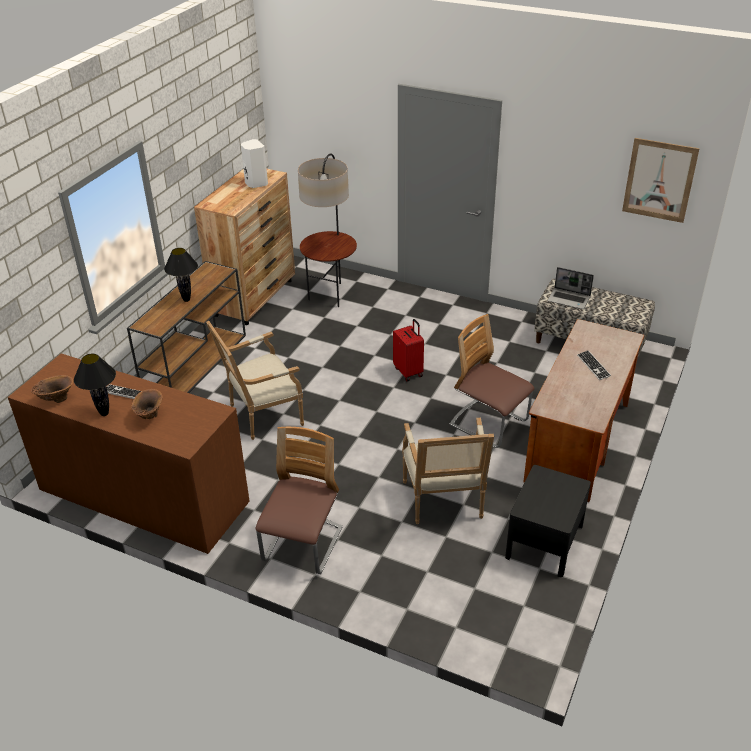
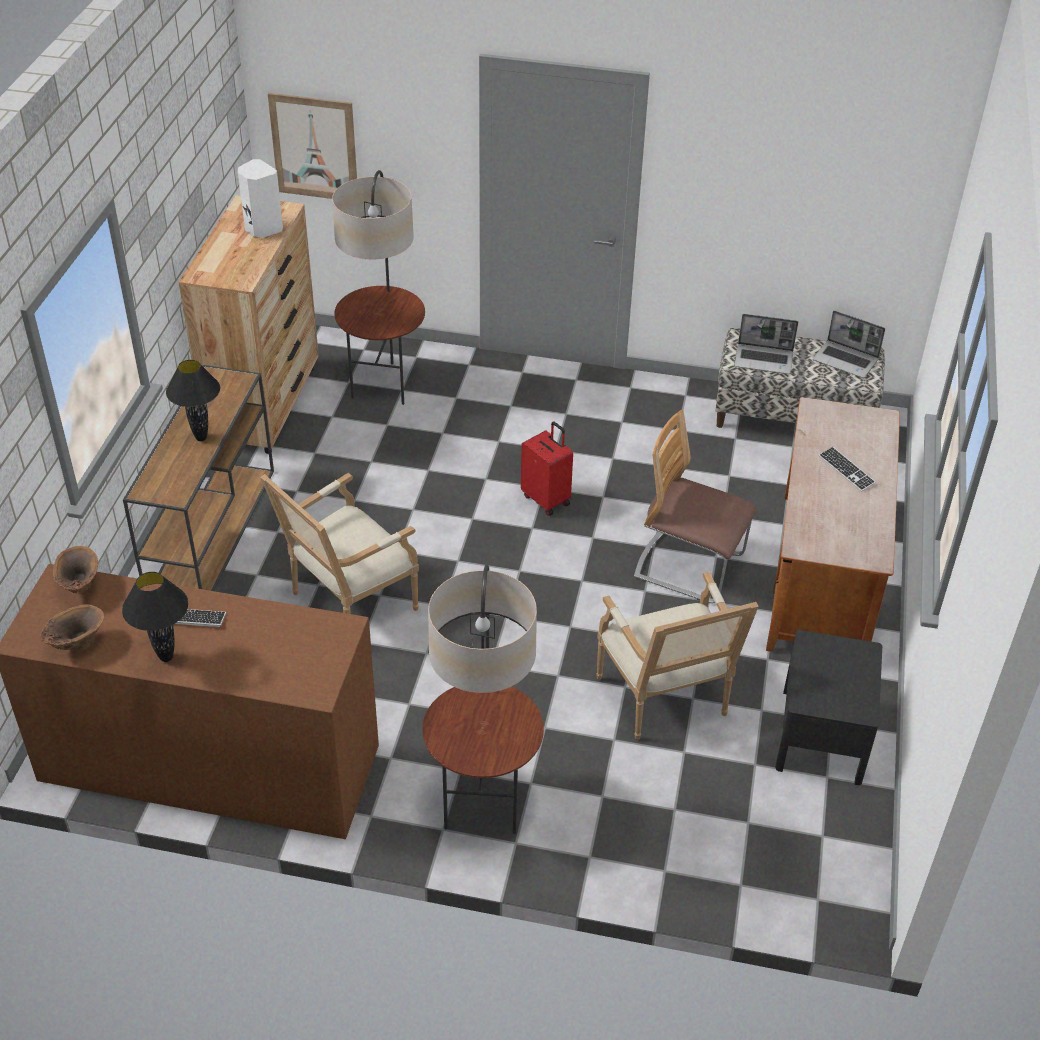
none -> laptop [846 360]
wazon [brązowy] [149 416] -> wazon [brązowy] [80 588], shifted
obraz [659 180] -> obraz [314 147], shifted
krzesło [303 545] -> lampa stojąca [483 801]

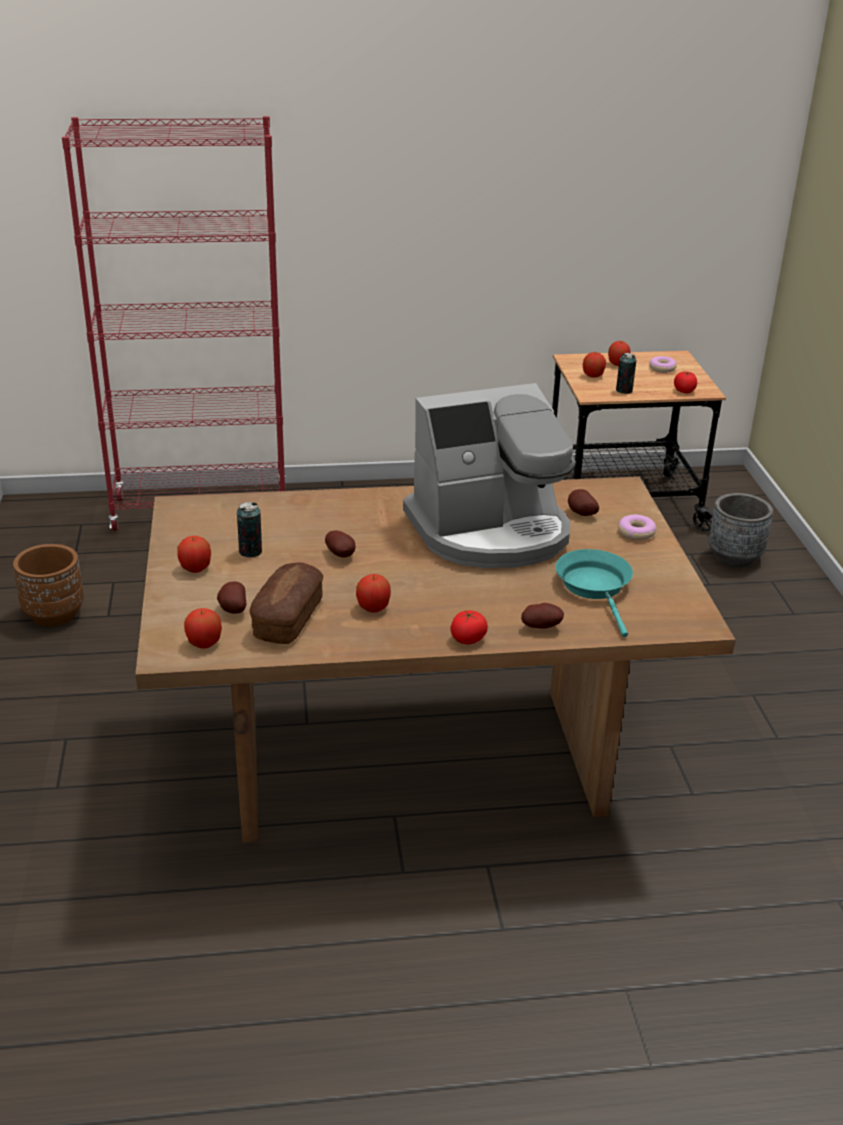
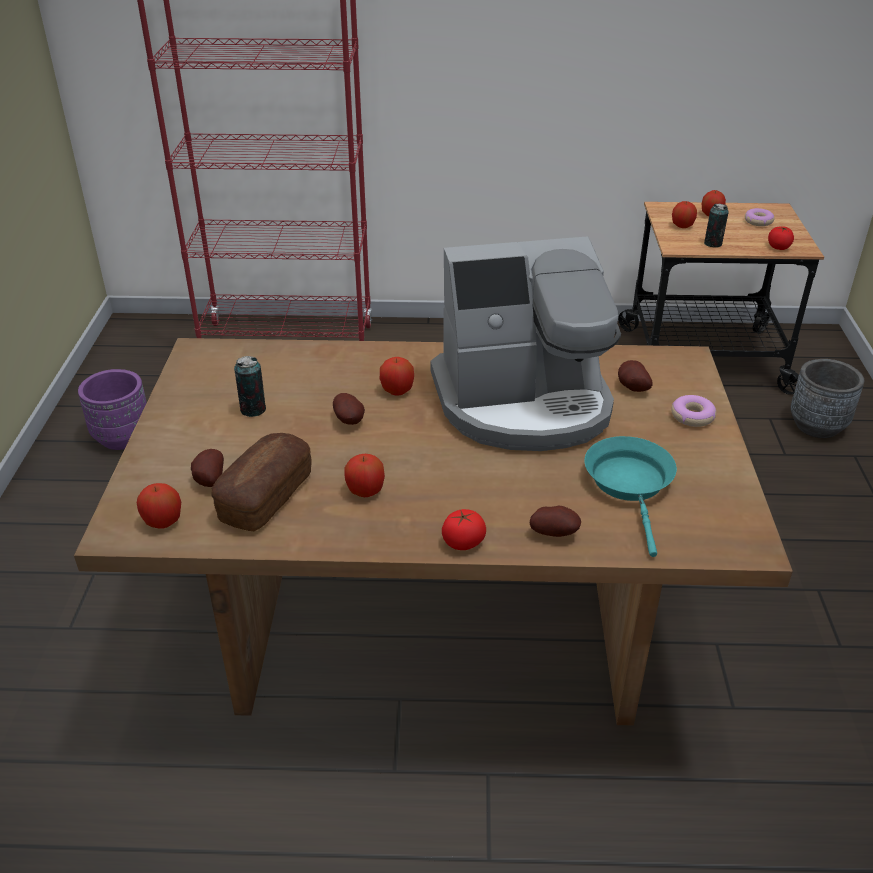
jabłko [195 568] -> jabłko [397 391], shifted
donica [brązowy] [54 614] -> donica [fioletowy] [122 437]

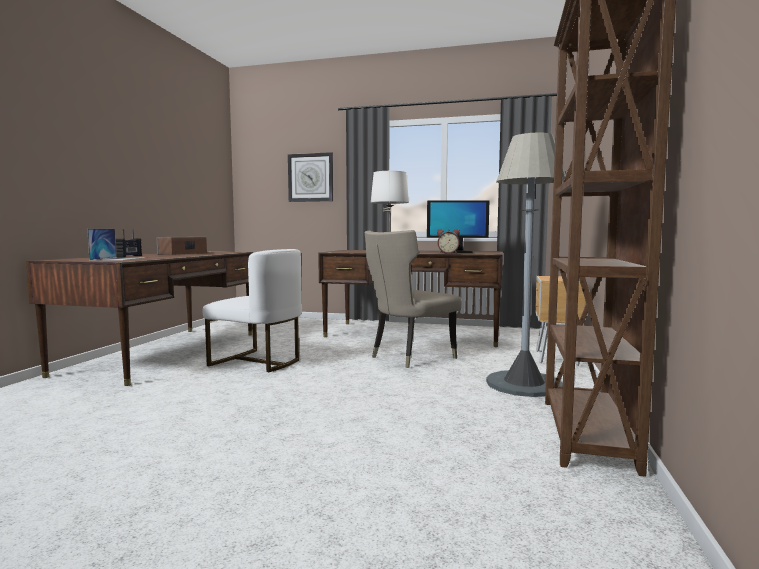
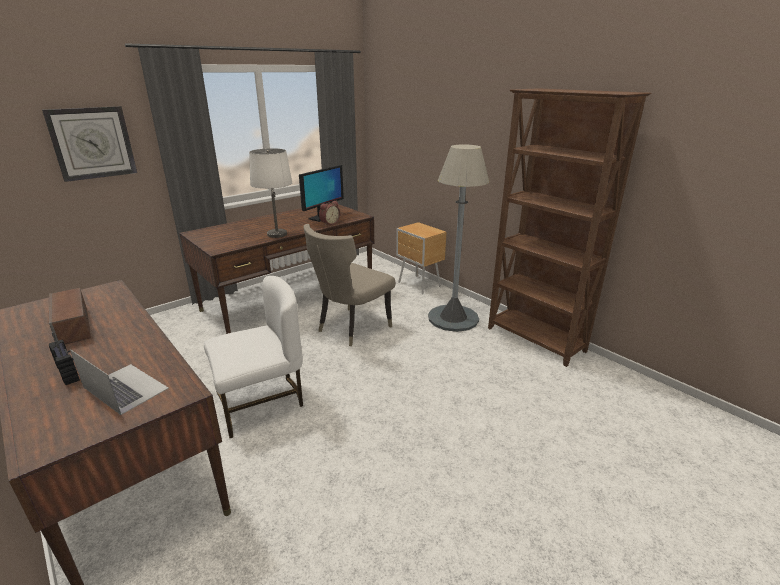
krzesło [beżowy] [409 357] -> krzesło [beżowy] [350 328], 45 degrees clockwise

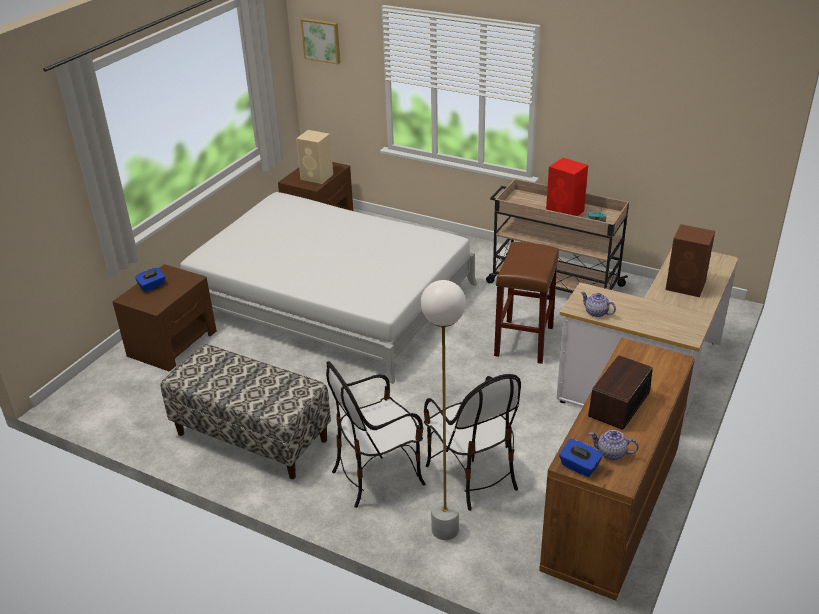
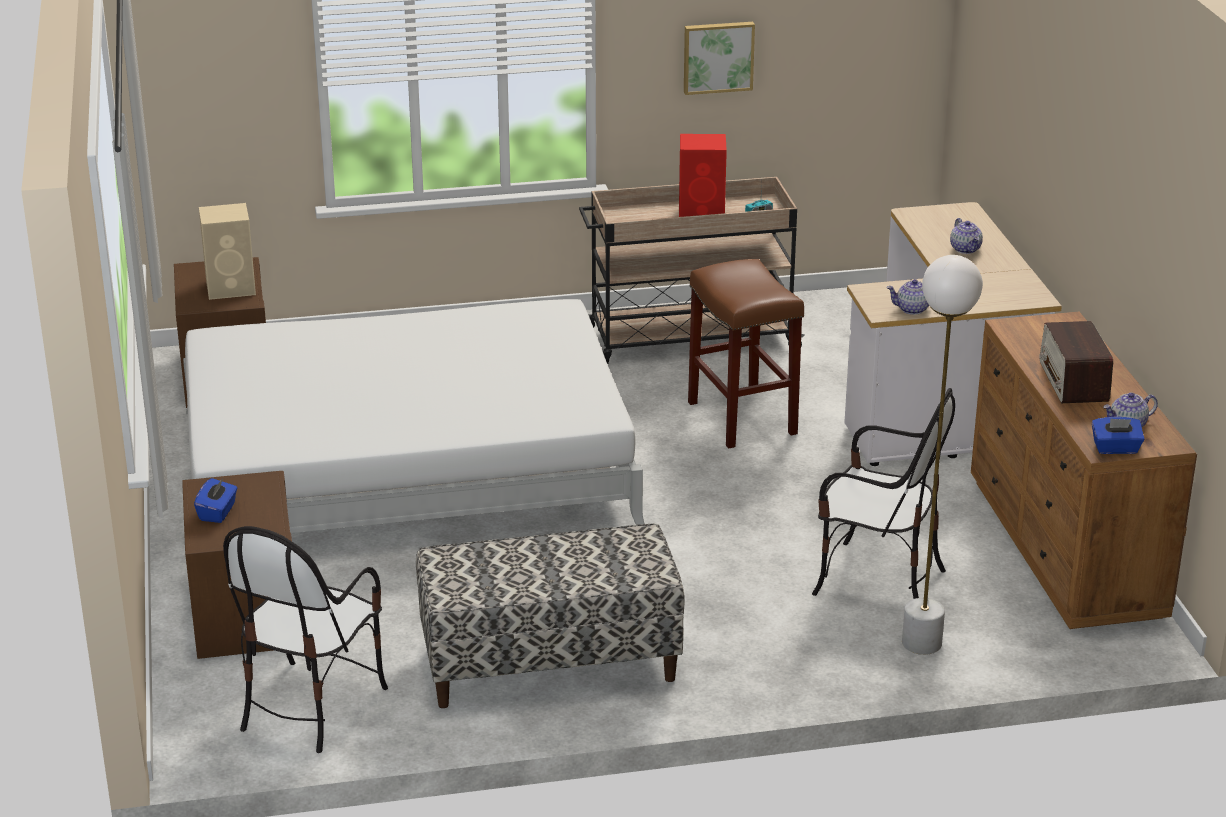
obraz [322 40] -> obraz [718 56], shifted
krzesło [378 475] -> krzesło [311 705], shifted
głośnik [brązowy] [686 286] -> imbryk [966 249]

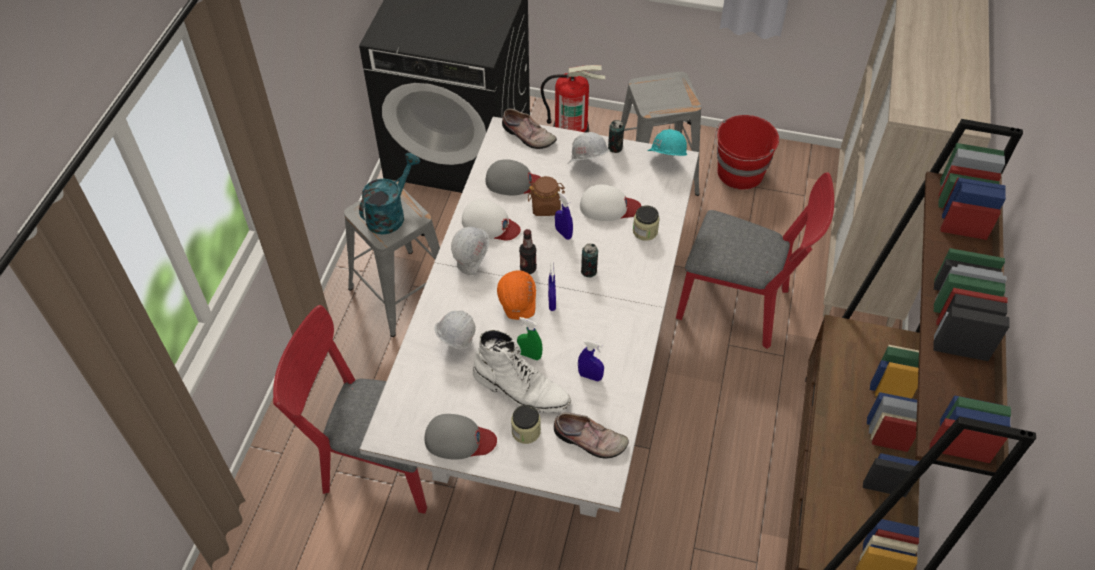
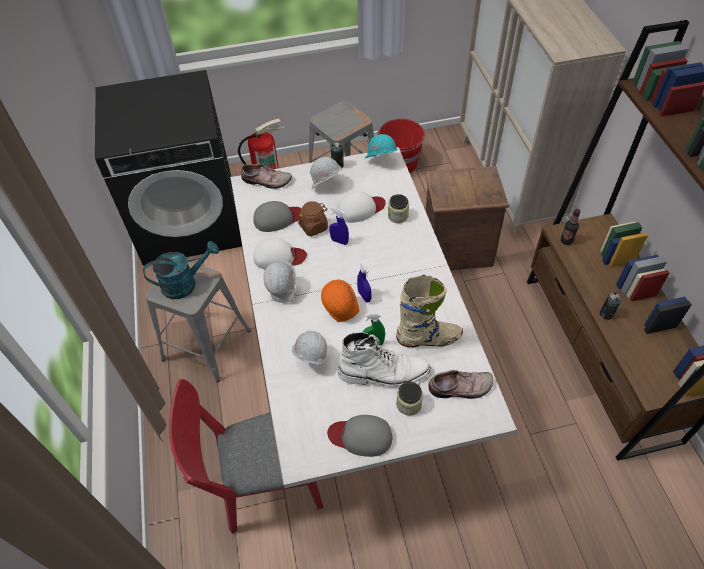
butelka [528 269] -> butelka [566 241], shifted
puszka [589 271] -> puszka [606 314], shifted
spryskiwacz [niebieski] [590 376] -> but z cholewką [beżowy] [428 339]
krzesło [czerwony] [741 307] -> skrzynka [456 251]
konewka [turkusowy] [390 214] -> konewka [turkusowy] [185 283], 60 degrees clockwise
czapka z daszkiem [szary] [459 439] -> czapka z daszkiem [szary] [361 436], 150 degrees counterclockwise

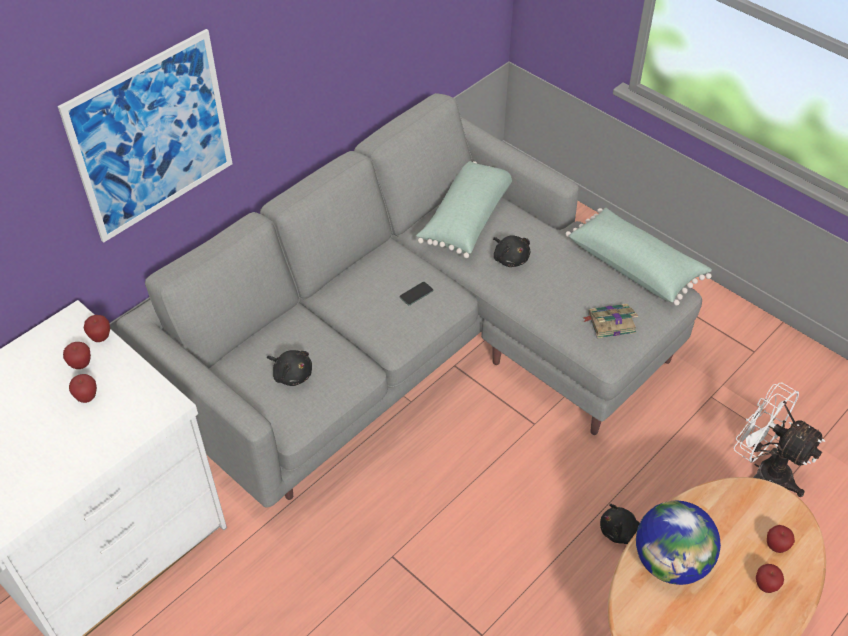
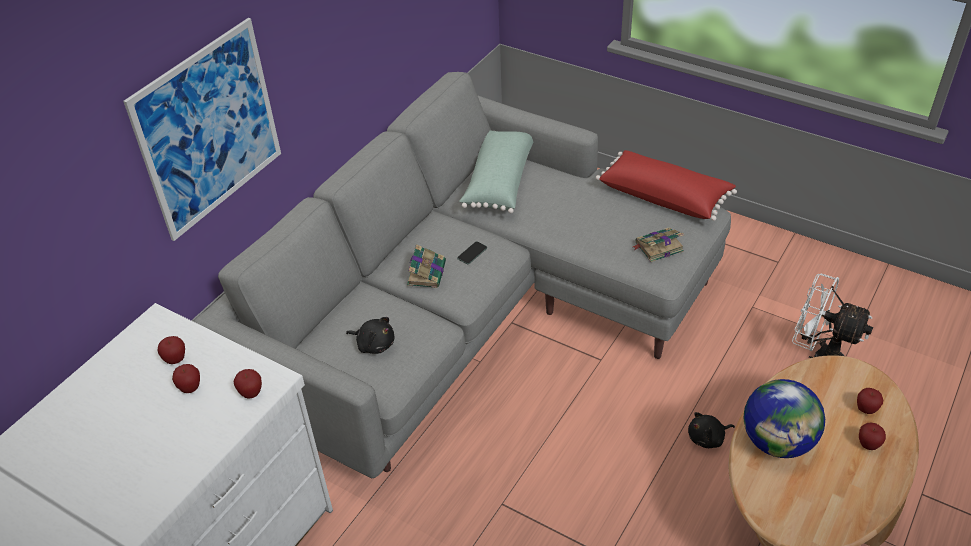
pluszak [czarny] [510 258] -> none
none -> książka [426 272]
jabłko [100 337] -> jabłko [251 393], shifted
poduszka [zielony] [635 265] -> poduszka [czerwony] [664 196]

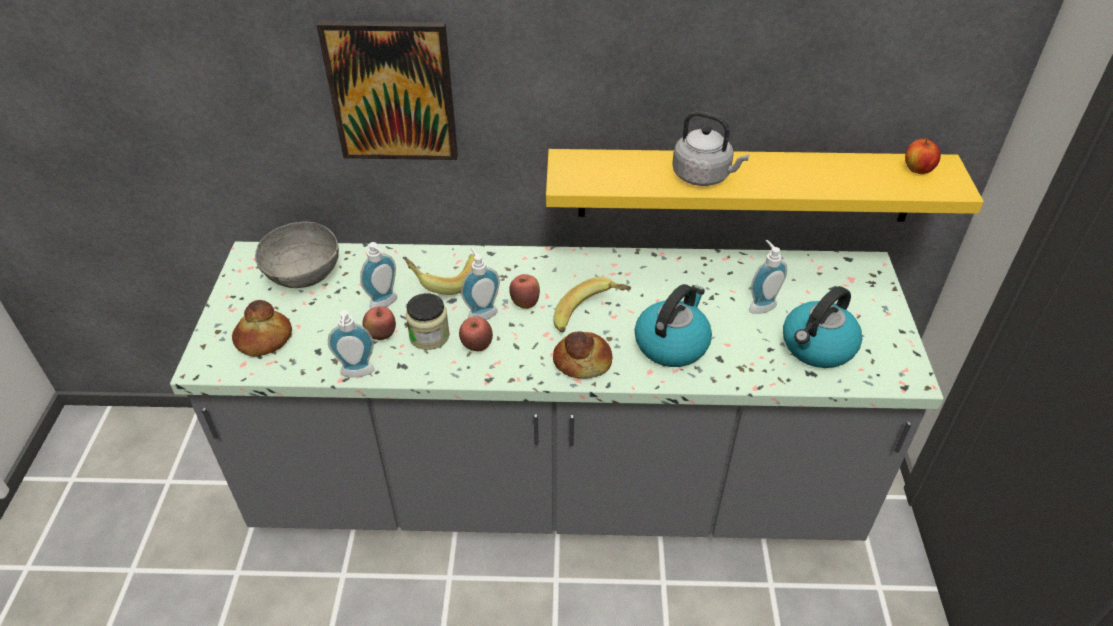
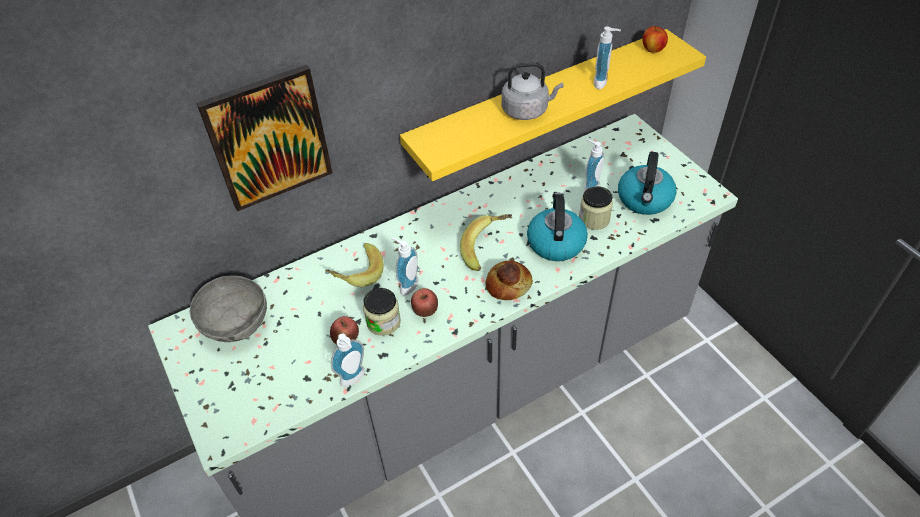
chleb [264 340] -> none
jabłko [525 303] -> none
none -> słoik [594 219]
dozownik mydła [385 304] -> dozownik mydła [603 82], shifted

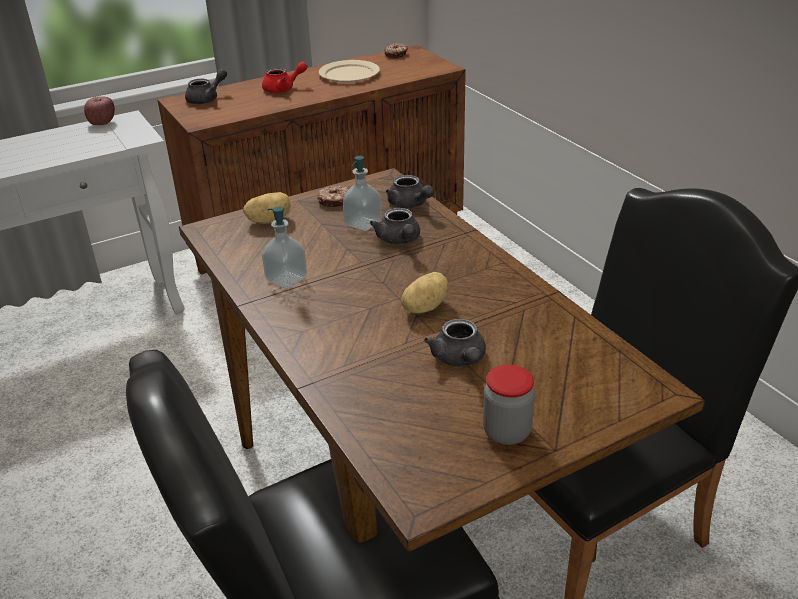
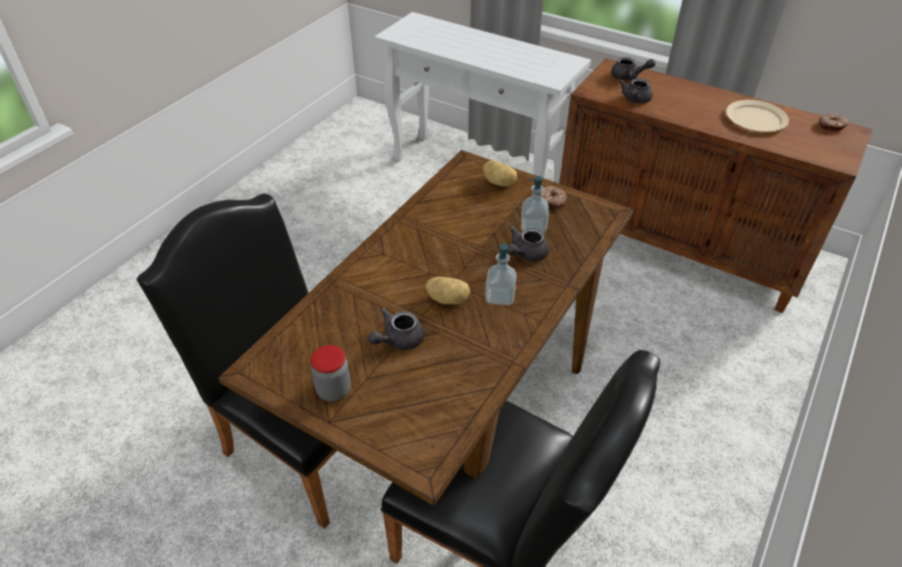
jabłko [102 123] -> none
imbryk [czerwony] [283 89] -> none
dozownik mydła [286 279] -> dozownik mydła [500 296], shifted
imbryk [szary] [410 205] -> imbryk [szary] [635 100], shifted

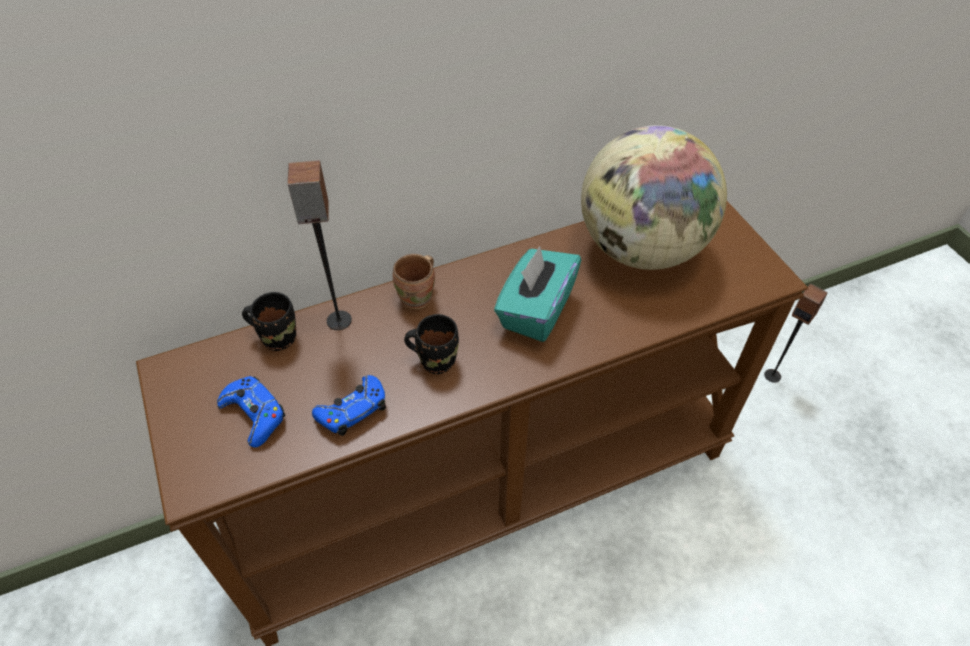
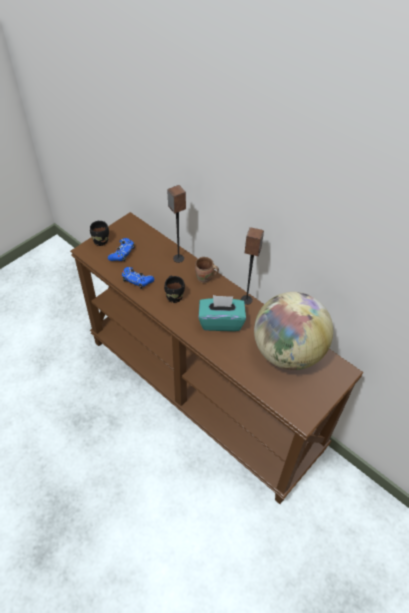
kubek [czarny] [278 336] -> kubek [czarny] [102 240], shifted
głośnik [772 375] -> głośnik [246 300], shifted

